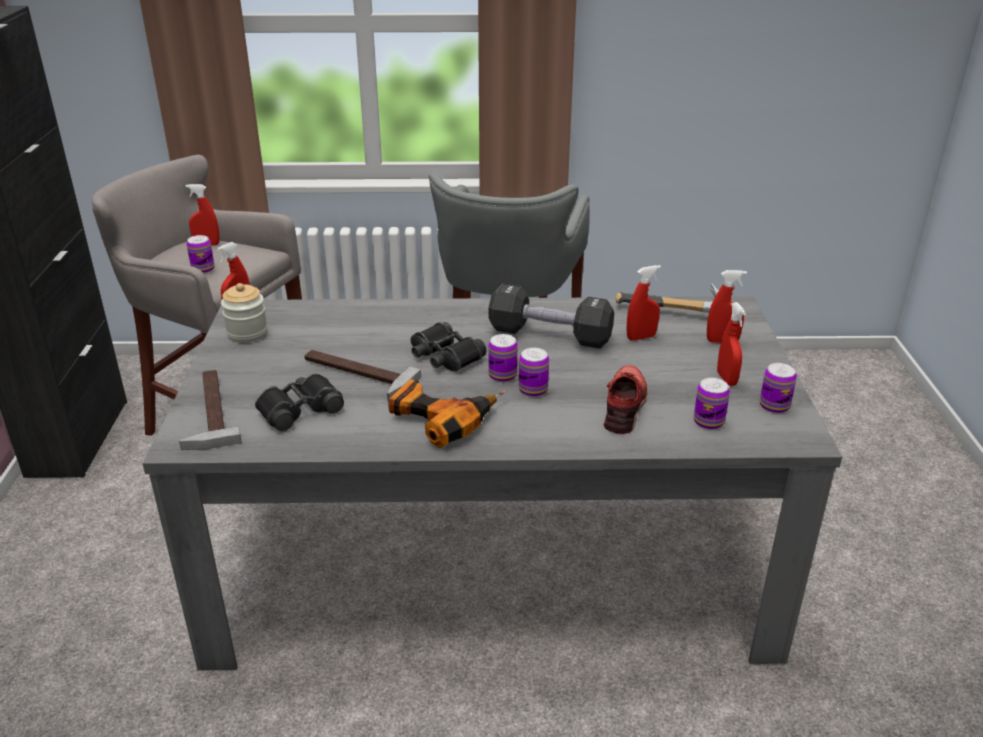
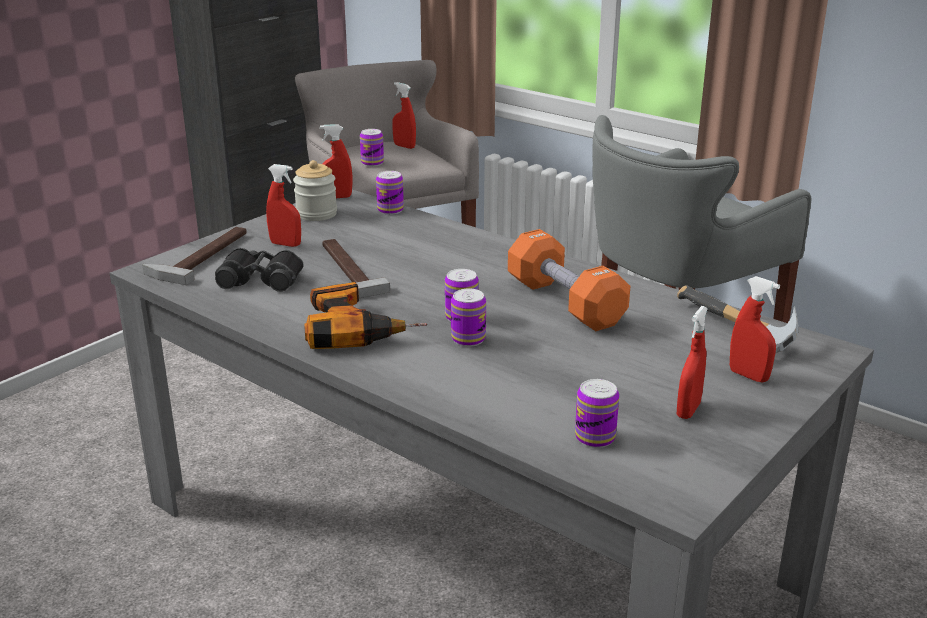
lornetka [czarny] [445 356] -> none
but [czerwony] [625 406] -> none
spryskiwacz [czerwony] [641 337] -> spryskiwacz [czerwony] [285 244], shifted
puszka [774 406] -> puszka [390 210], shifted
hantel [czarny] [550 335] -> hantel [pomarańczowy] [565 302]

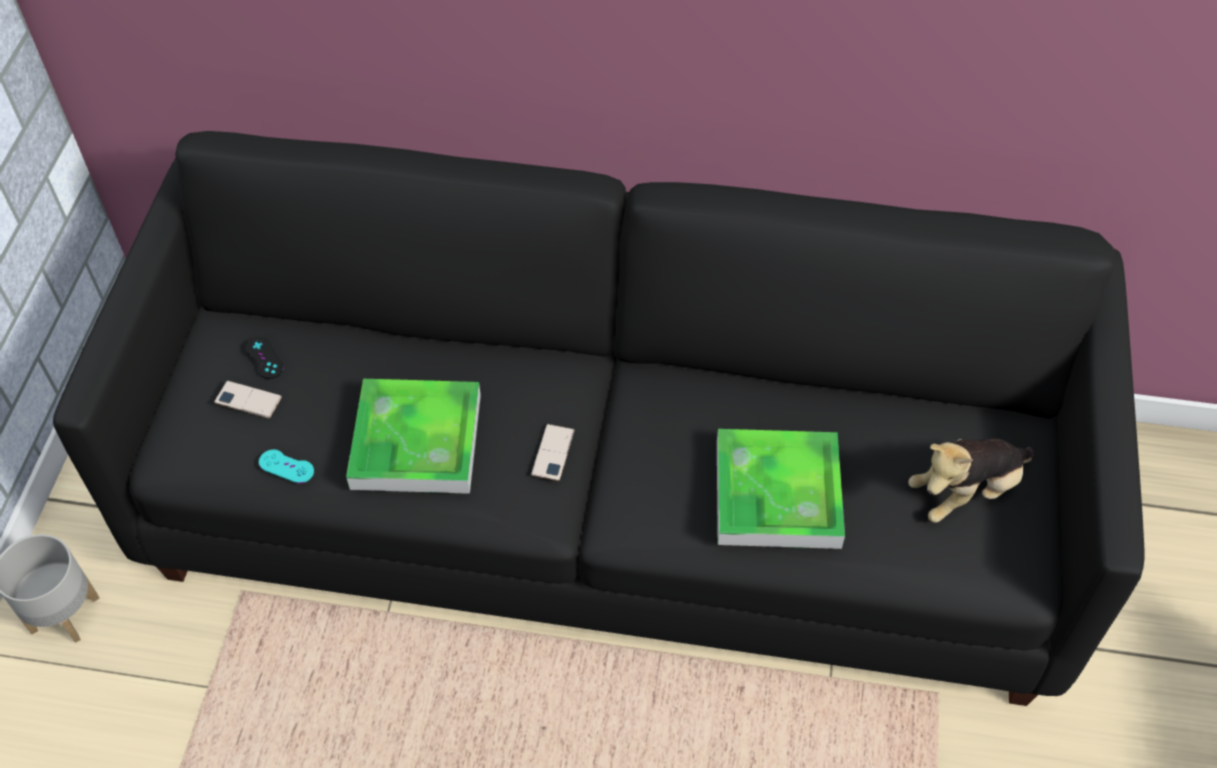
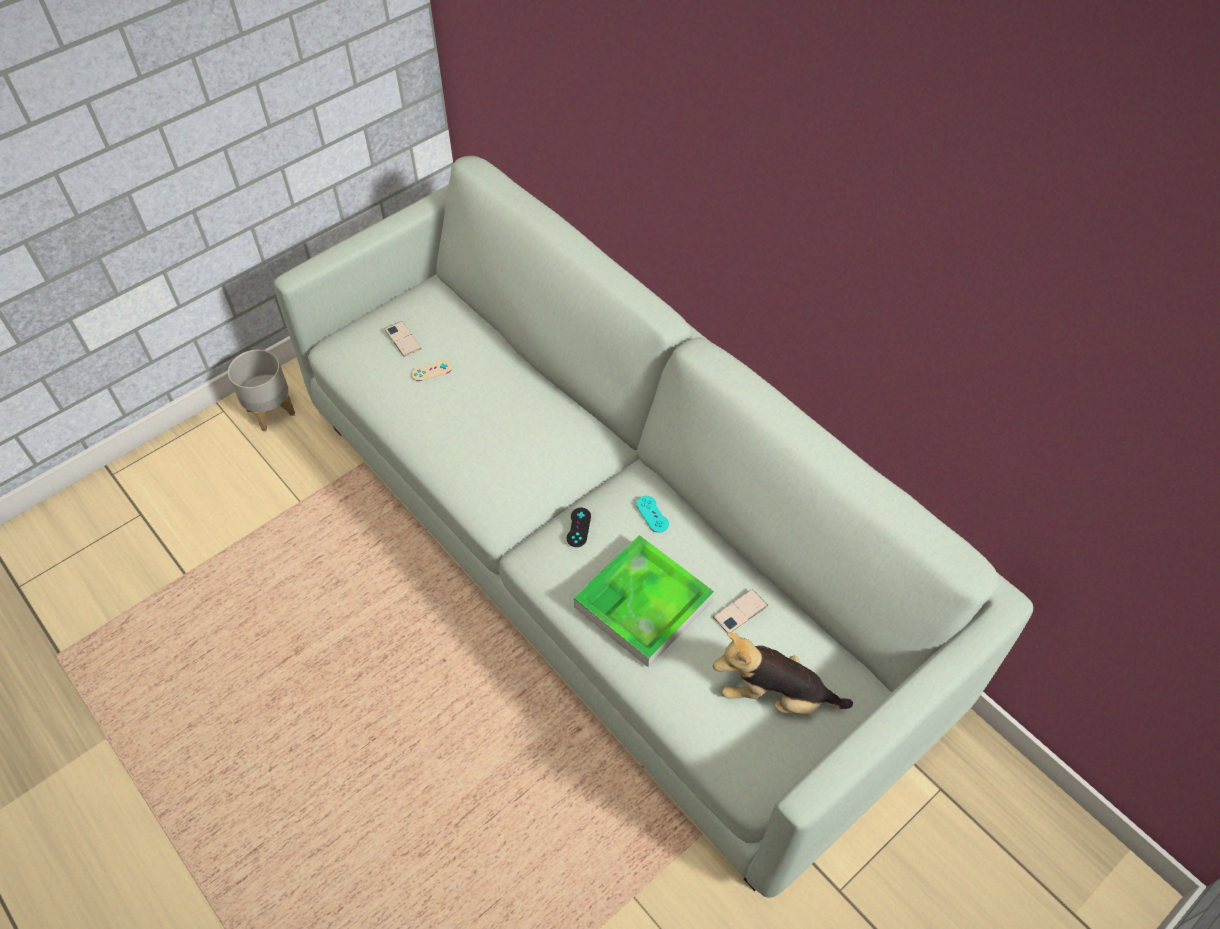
taca [416 441] -> none
none -> pad do gier [beżowy] [431 370]
pad do gier [czarny] [264 358] -> pad do gier [czarny] [578 527], shifted
pad do gier [turkusowy] [286 466] -> pad do gier [turkusowy] [652 514], shifted
telefon [553 452] -> telefon [740 611], shifted
kanapa [czarny] [609 500] -> kanapa [biały] [611 556]

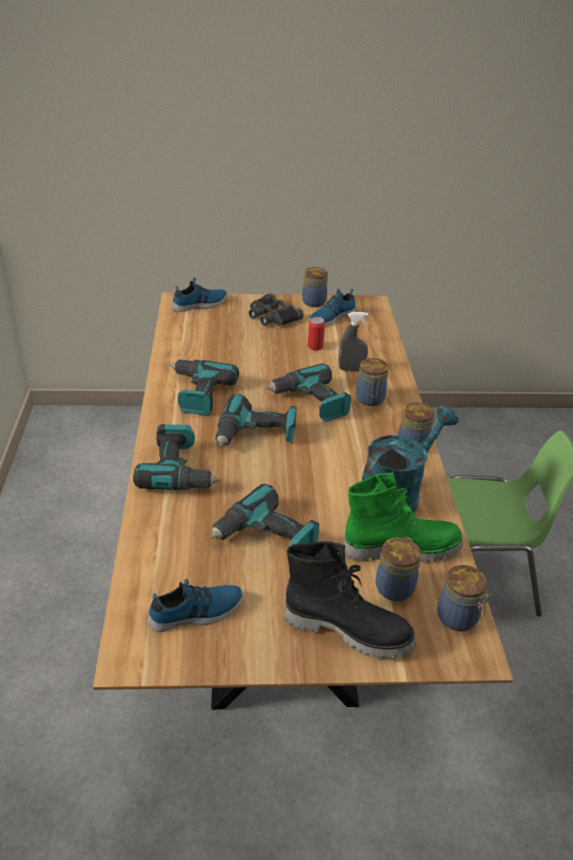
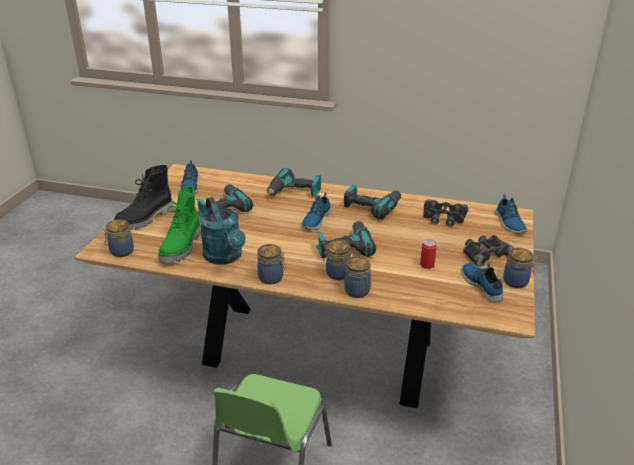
spryskiwacz [szary] [351 369] -> none
none -> lornetka [czarny] [443 217]
słoik [395 586] -> słoik [358 292], shifted
wiertarka [256 435] -> but [315 220]

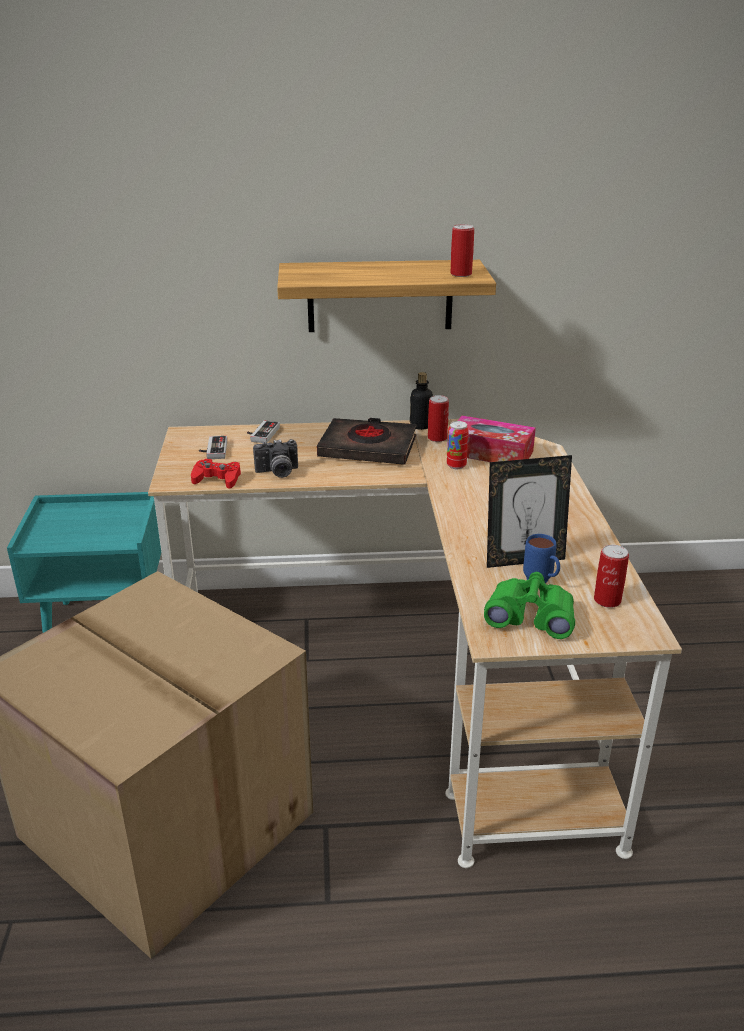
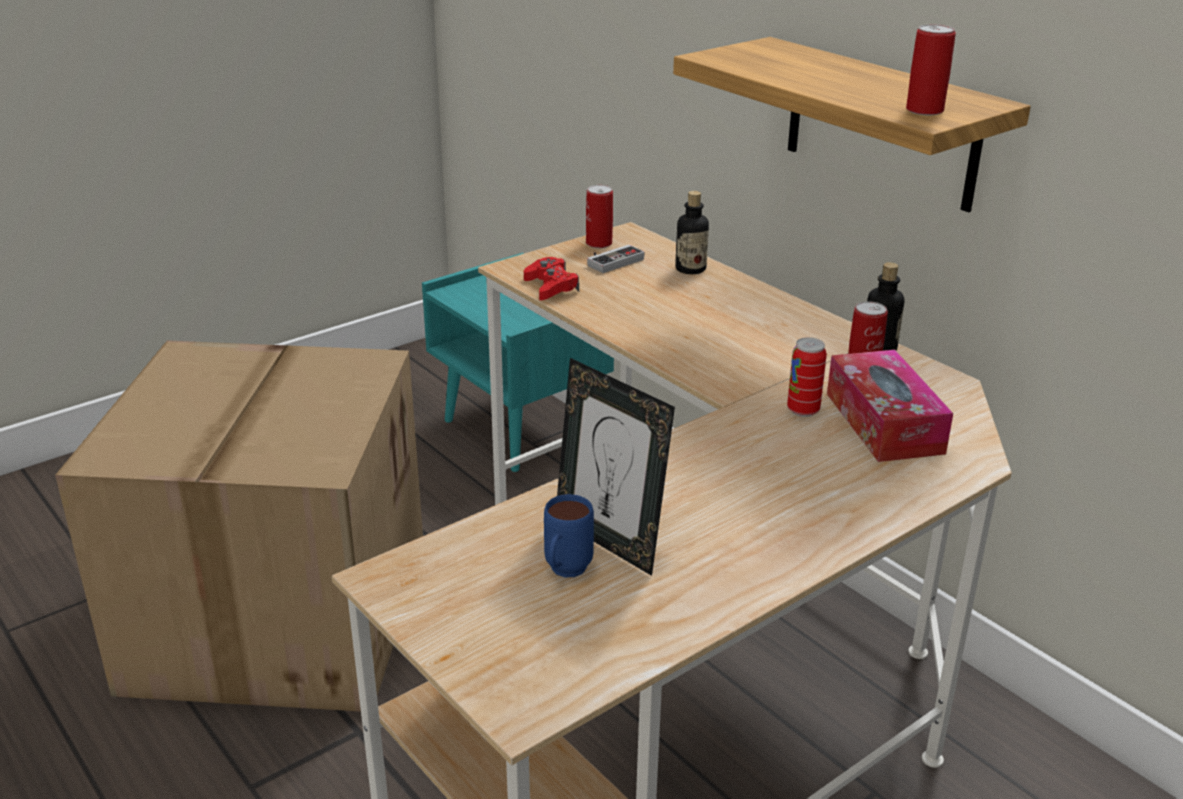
aparat fotograficzny [277 473] -> none
książka [czarny] [368 448] -> none
lornetka [zielony] [530 616] -> none
puszka [607 600] -> puszka [599 243], shifted
pad do gier [261 434] -> butelka [690 269]

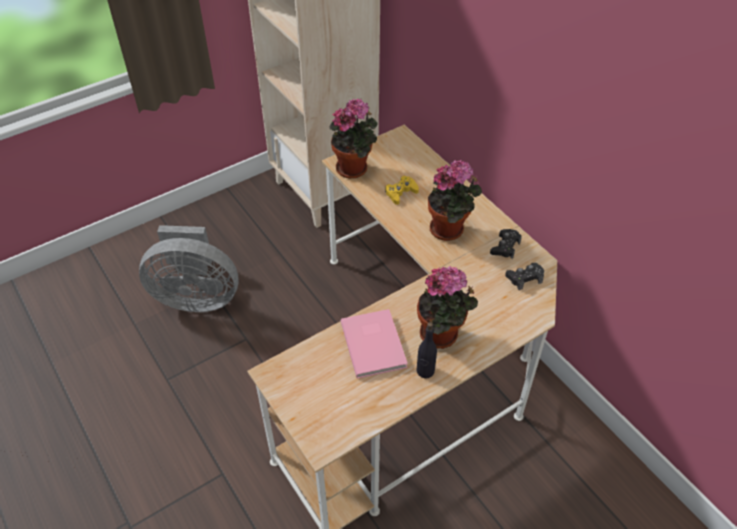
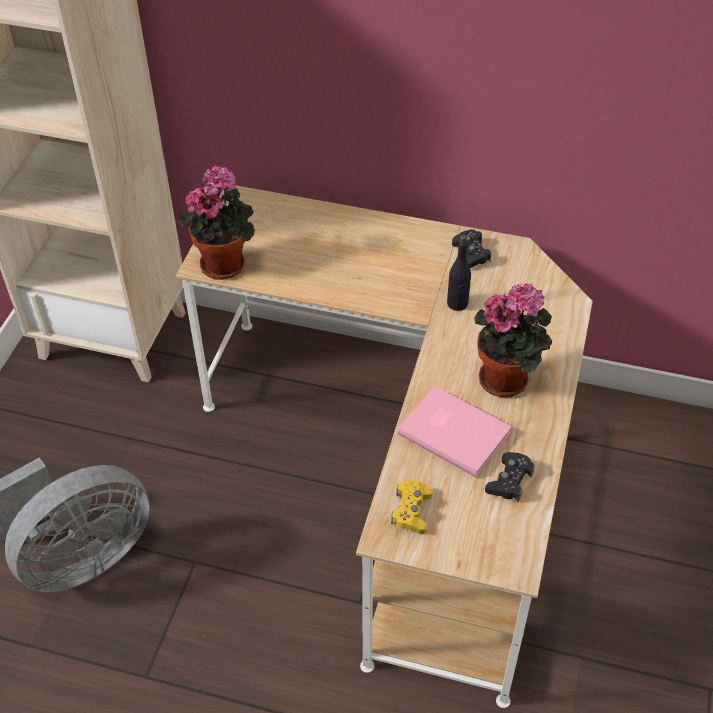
roślina doniczkowa [449 230] -> none
pad do gier [żółty] [401 193] -> pad do gier [żółty] [411 511], shifted
butelka [czarny] [425 371] -> butelka [czarny] [457 304], shifted
pad do gier [czarny] [524 278] -> pad do gier [czarny] [509 481], shifted

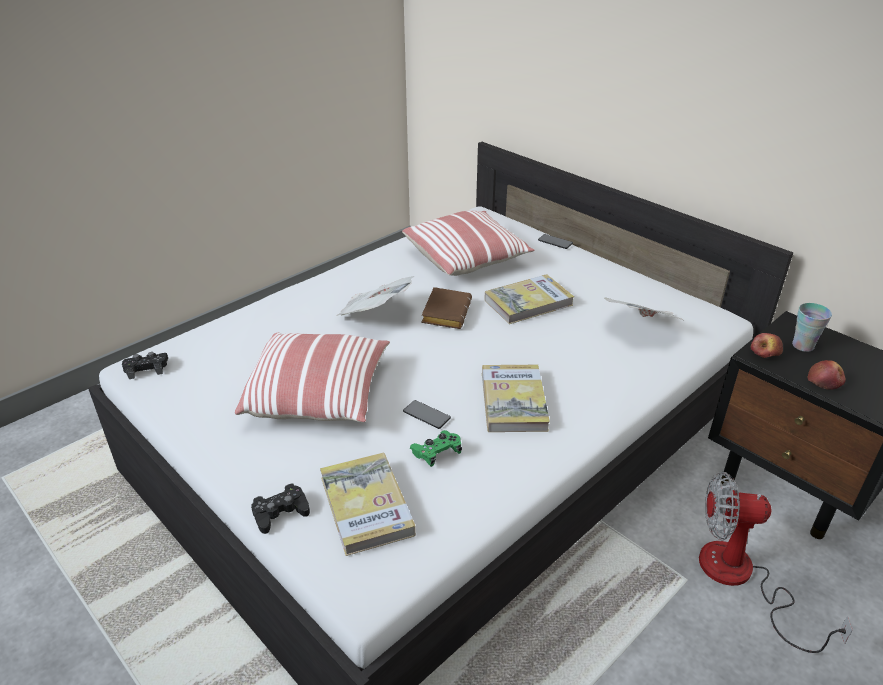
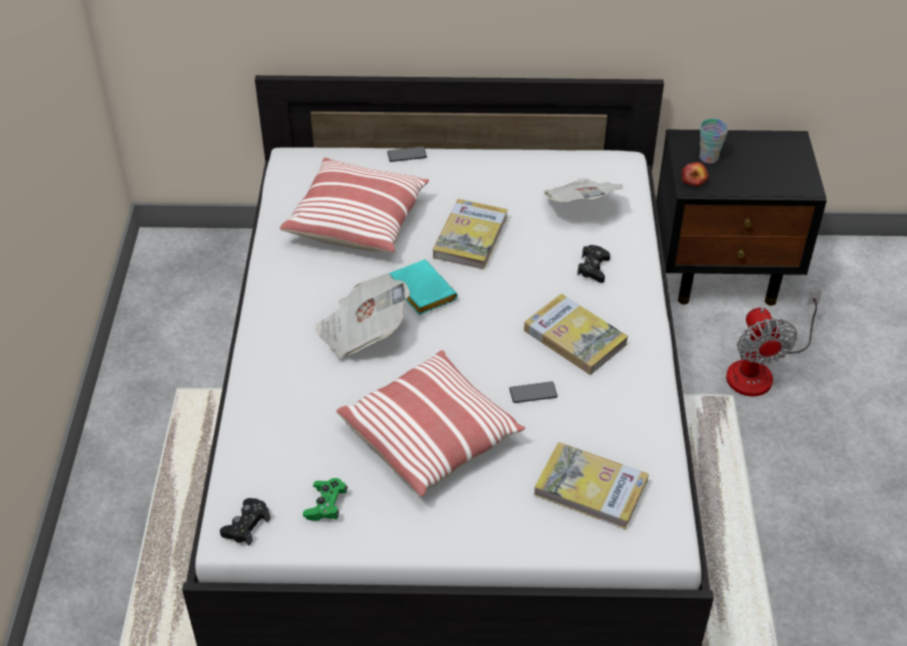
jabłko [825 381] -> none
pad do gier [czarny] [280 512] -> pad do gier [czarny] [593 268], shifted
pad do gier [zielony] [437 453] -> pad do gier [zielony] [326 505], shifted
książka [brązowy] [445 312] -> książka [turkusowy] [420 291]
wentylator [740 579] -> wentylator [760 369], 60 degrees counterclockwise

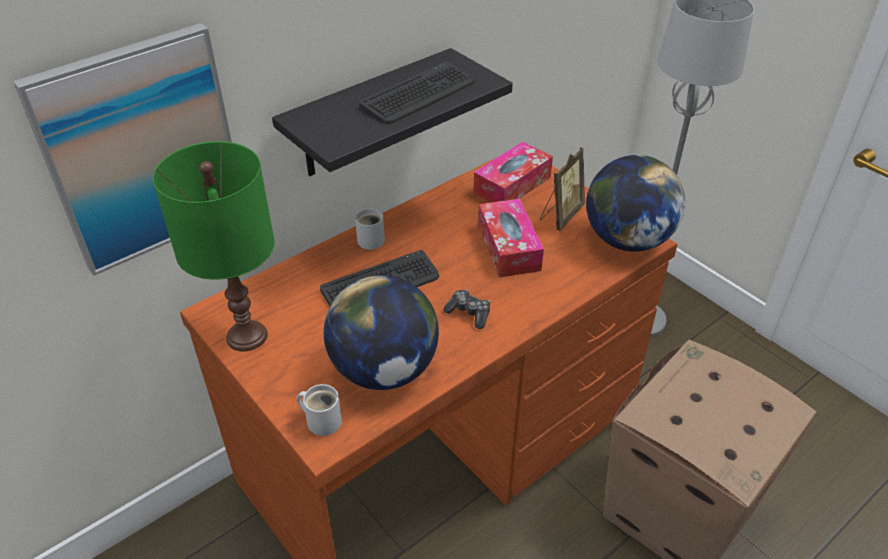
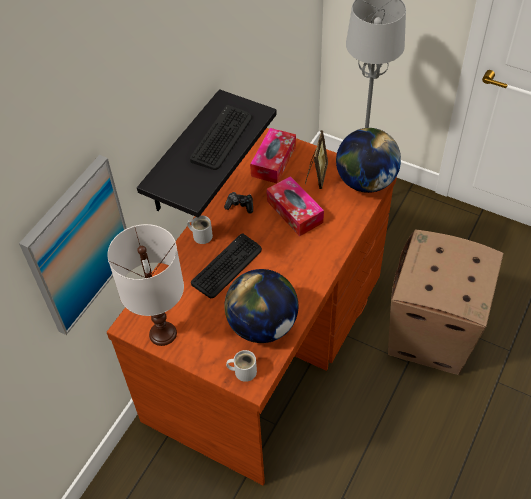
pad do gier [469 313] -> pad do gier [240 205], shifted
lampa stołowa [zielony] [247 336] -> lampa stołowa [biały] [163 334]

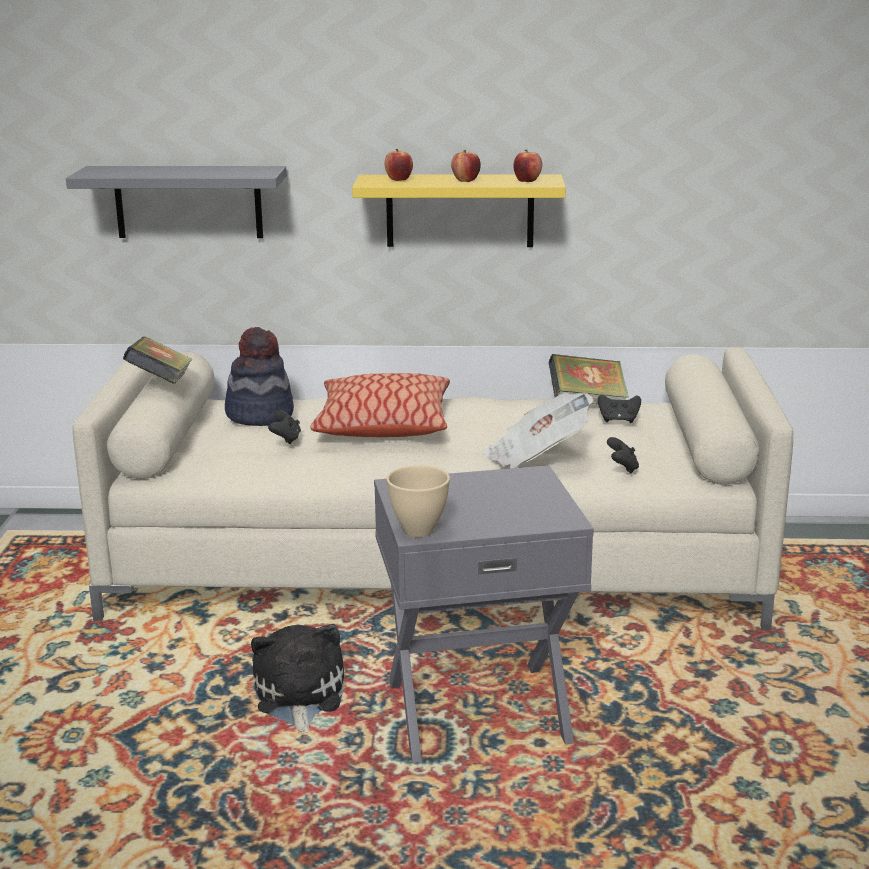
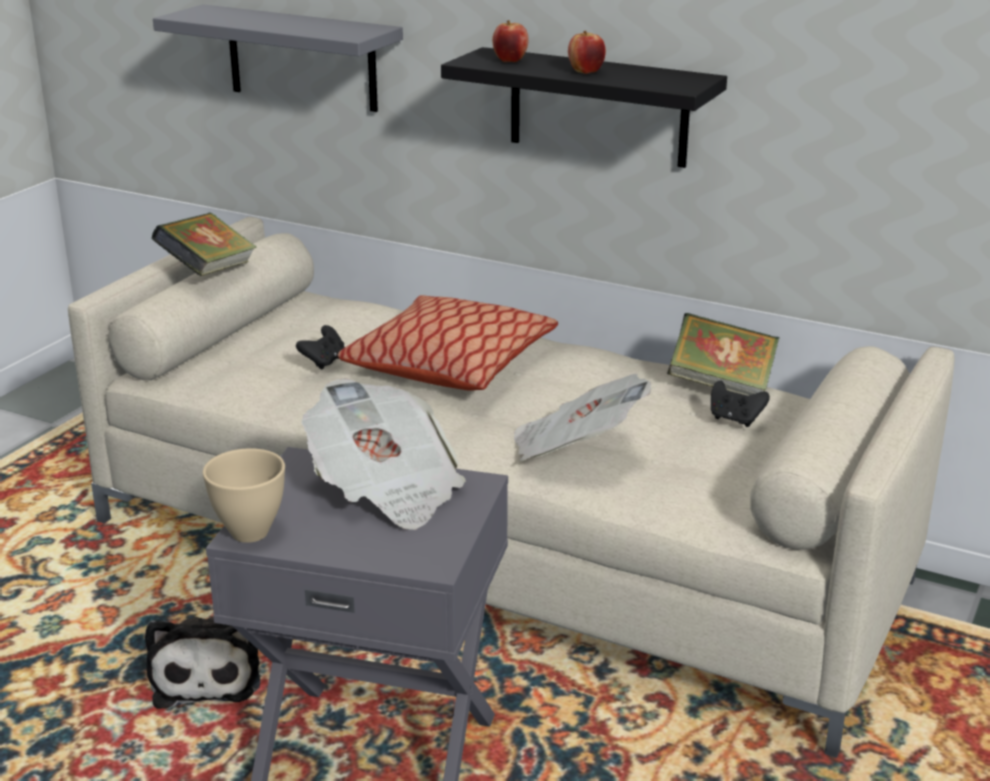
kapelusz [260 415] -> none
jabłko [527 181] -> none
pad do gier [czarny] [622 468] -> none
none -> gazeta [386 490]
półka [żółty] [460 210] -> półka [czarny] [598 107]
pluszak [298 697] -> pluszak [207 676], 150 degrees clockwise

